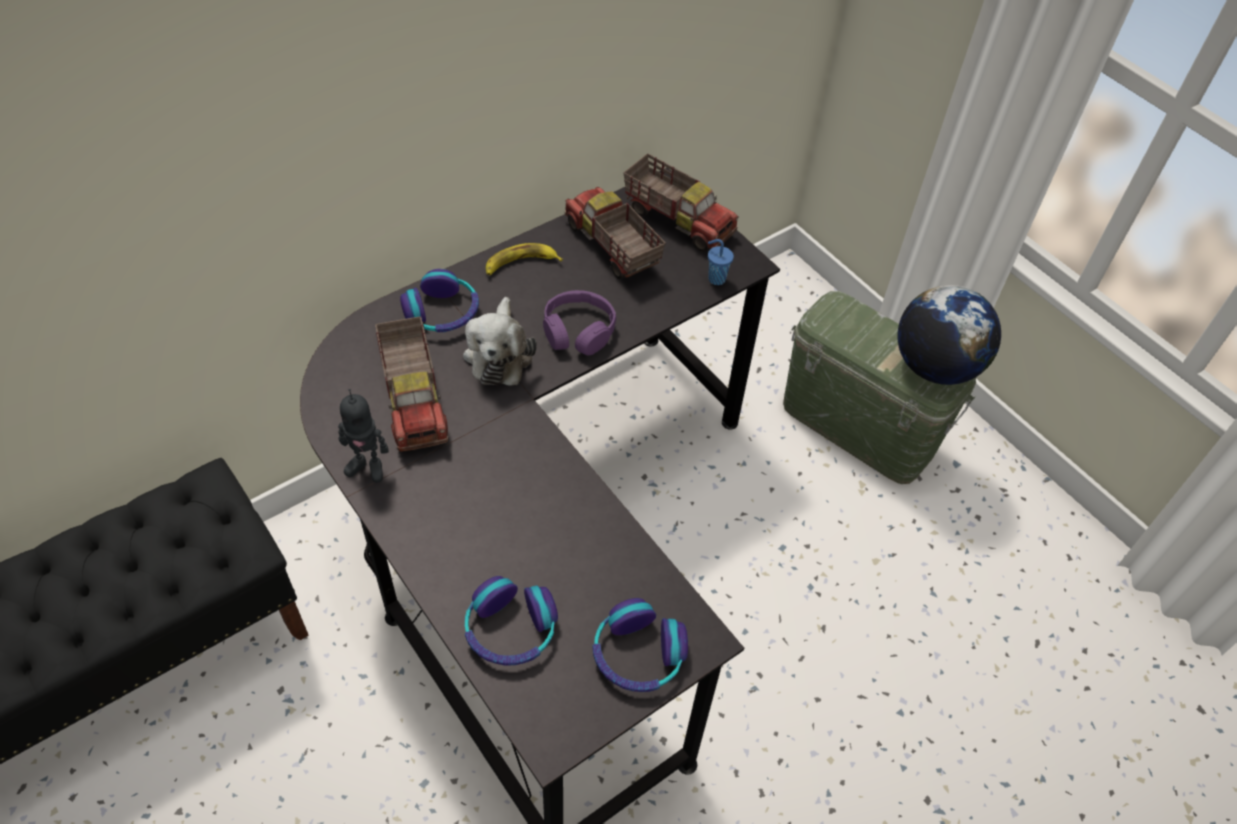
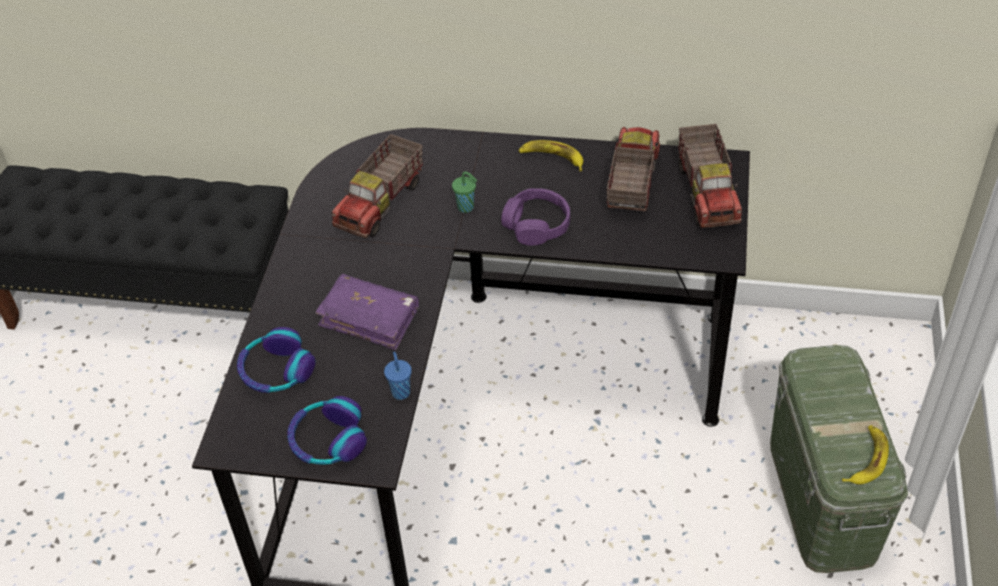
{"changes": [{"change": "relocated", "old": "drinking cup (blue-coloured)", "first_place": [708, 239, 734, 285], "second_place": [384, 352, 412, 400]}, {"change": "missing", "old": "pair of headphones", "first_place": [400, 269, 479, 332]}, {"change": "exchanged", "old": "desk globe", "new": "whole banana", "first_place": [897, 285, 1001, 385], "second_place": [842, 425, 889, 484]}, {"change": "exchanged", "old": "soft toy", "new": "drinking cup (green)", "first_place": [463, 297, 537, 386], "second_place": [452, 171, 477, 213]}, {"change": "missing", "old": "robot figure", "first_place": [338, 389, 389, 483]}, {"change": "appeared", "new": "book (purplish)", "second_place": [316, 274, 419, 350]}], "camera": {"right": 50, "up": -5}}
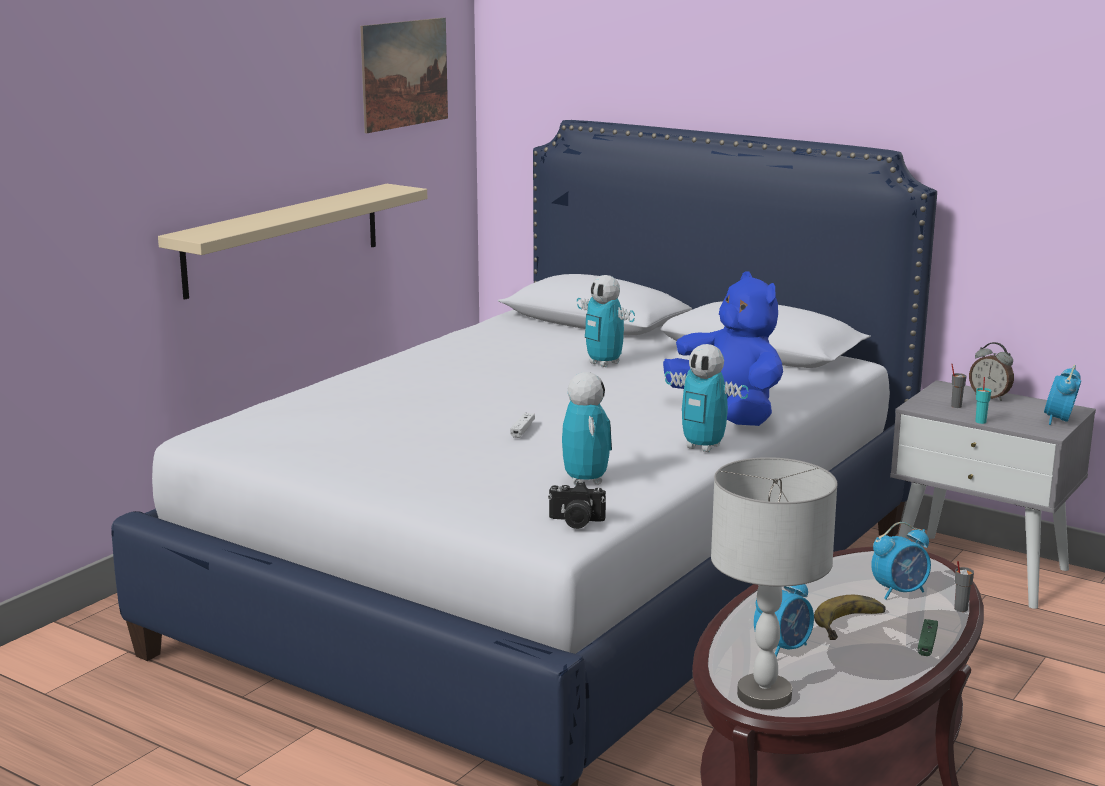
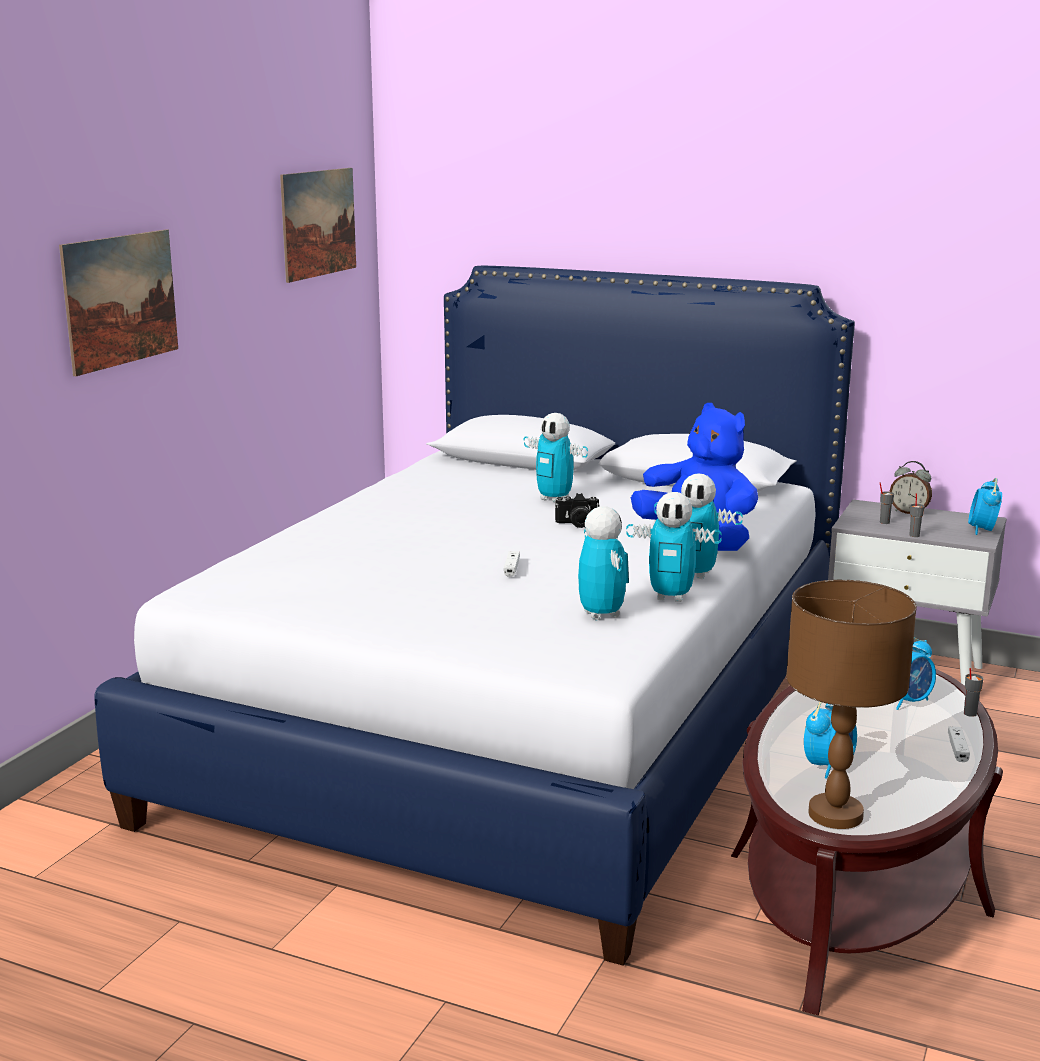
{"changes": [{"change": "missing", "old": "wall shelf (sand-coloured)", "first_place": [158, 184, 427, 299]}, {"change": "colour", "old": "drinking cup (blue-green)", "new": "drinking cup (gray)", "first_place": [975, 377, 991, 424], "second_place": [909, 493, 925, 537]}, {"change": "colour", "old": "tabletop lamp (gray)", "new": "tabletop lamp (brownish)", "first_place": [711, 457, 838, 709], "second_place": [786, 580, 917, 829]}, {"change": "relocated", "old": "photo camera", "first_place": [548, 481, 606, 529], "second_place": [555, 493, 600, 528]}, {"change": "missing", "old": "whole banana", "first_place": [814, 595, 886, 640]}, {"change": "colour", "old": "game controller (green)", "new": "game controller (whitish)", "first_place": [918, 619, 938, 656], "second_place": [948, 726, 970, 762]}, {"change": "appeared", "new": "picture", "second_place": [59, 230, 178, 376]}, {"change": "appeared", "new": "robot figure", "second_place": [626, 492, 722, 602]}], "camera": {"right": -10, "up": 0}}
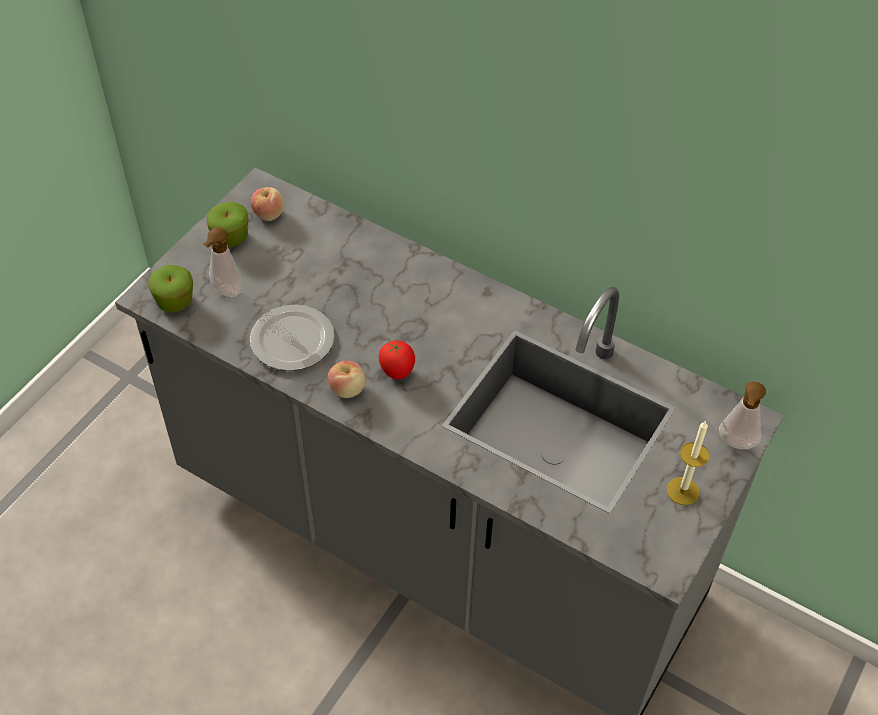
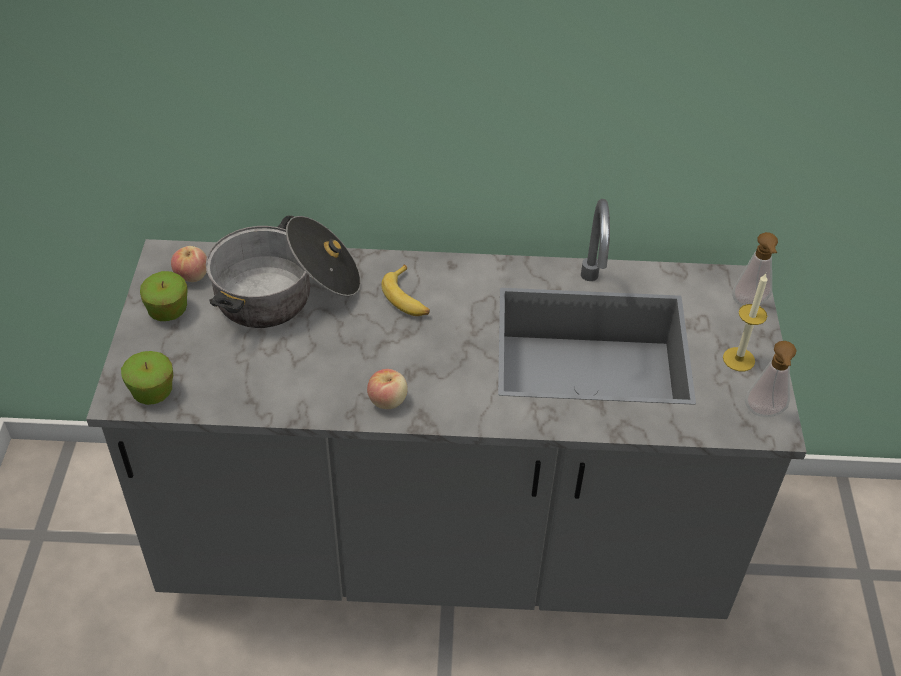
{"changes": [{"change": "relocated", "old": "liquid soap bottle", "first_place": [203, 227, 243, 297], "second_place": [745, 341, 797, 417]}, {"change": "missing", "old": "dinner plate", "first_place": [250, 305, 334, 371]}, {"change": "missing", "old": "fresh tomato", "first_place": [379, 340, 415, 380]}, {"change": "appeared", "new": "stockpot", "second_place": [206, 216, 361, 328]}, {"change": "appeared", "new": "whole banana", "second_place": [381, 264, 430, 316]}], "camera": {"right": -30, "up": -5}}
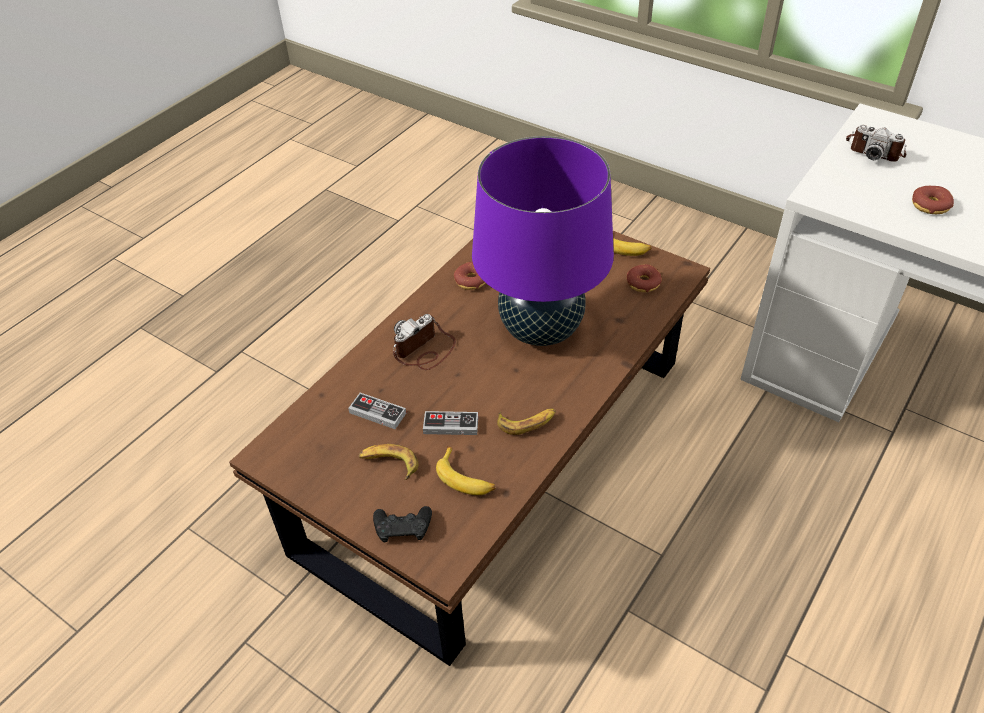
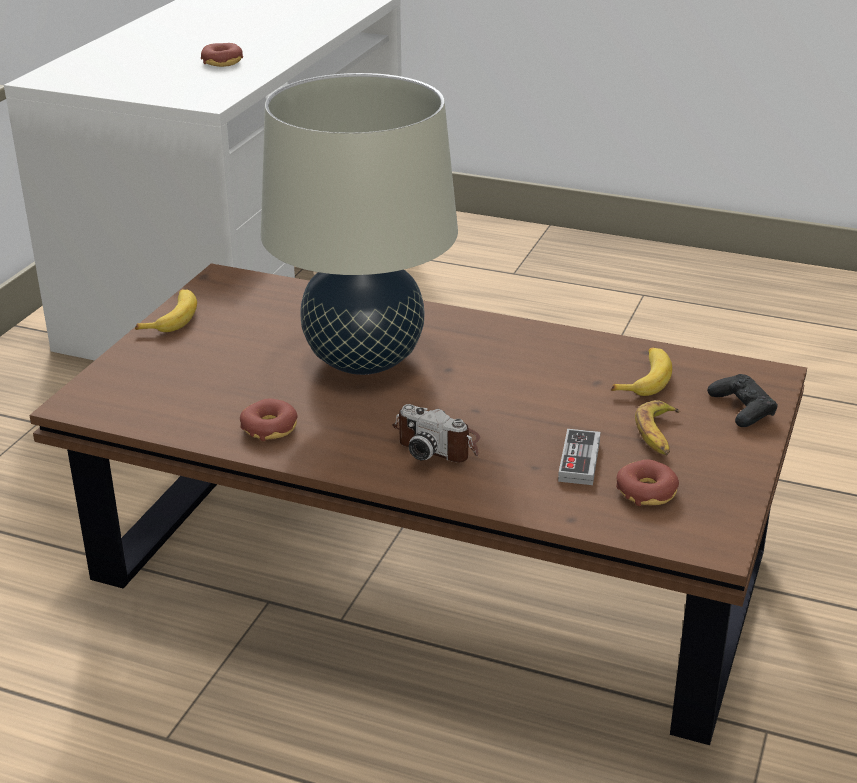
{"changes": [{"change": "missing", "old": "photo camera", "first_place": [846, 125, 907, 162]}, {"change": "colour", "old": "tabletop lamp (purplish)", "new": "tabletop lamp (sand-coloured)", "first_place": [472, 136, 614, 346], "second_place": [261, 73, 458, 375]}, {"change": "relocated", "old": "ring doughnut", "first_place": [627, 264, 662, 292], "second_place": [616, 459, 679, 506]}, {"change": "missing", "old": "whole banana", "first_place": [497, 409, 556, 435]}, {"change": "missing", "old": "game controller", "first_place": [423, 411, 478, 435]}], "camera": {"right": -105, "up": -15}}
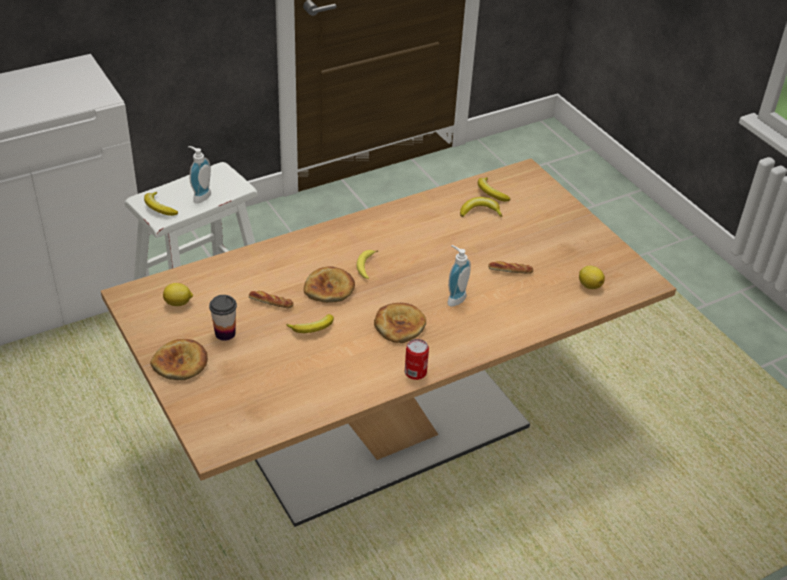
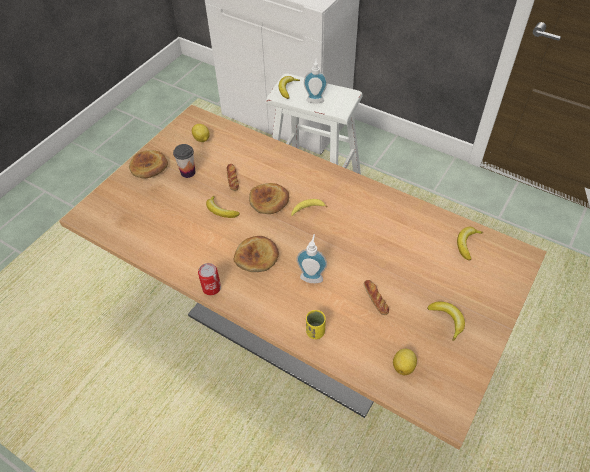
{"changes": [{"change": "relocated", "old": "whole banana", "first_place": [460, 197, 503, 217], "second_place": [427, 302, 465, 341]}, {"change": "appeared", "new": "drinking cup (yellowish)", "second_place": [306, 310, 326, 339]}], "camera": {"right": 65, "up": 10}}
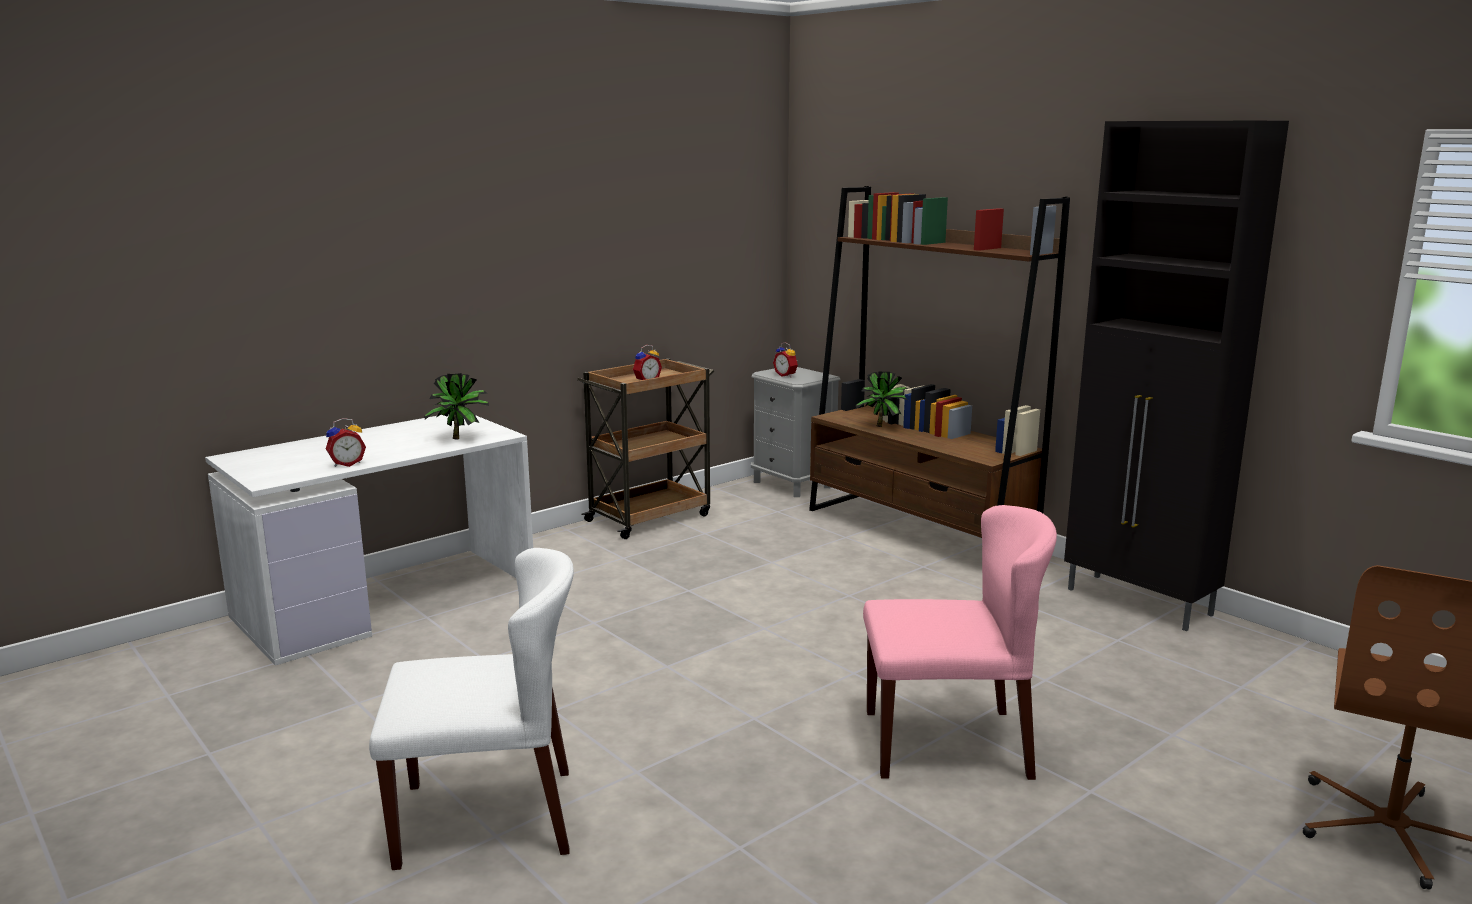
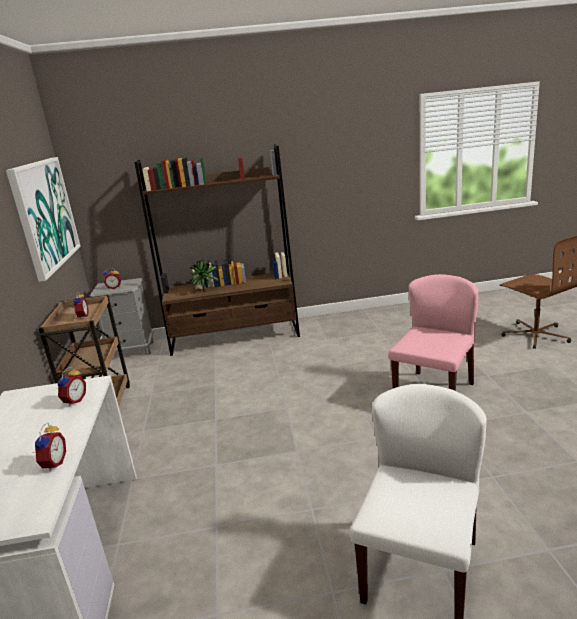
{"changes": [{"change": "missing", "old": "storage cabinet (black-coloured)", "first_place": [1064, 121, 1289, 631]}, {"change": "exchanged", "old": "houseplant", "new": "table clock", "first_place": [424, 373, 489, 440], "second_place": [58, 367, 86, 407]}, {"change": "appeared", "new": "picture", "second_place": [6, 157, 80, 282]}], "camera": {"right": -55, "up": 5}}
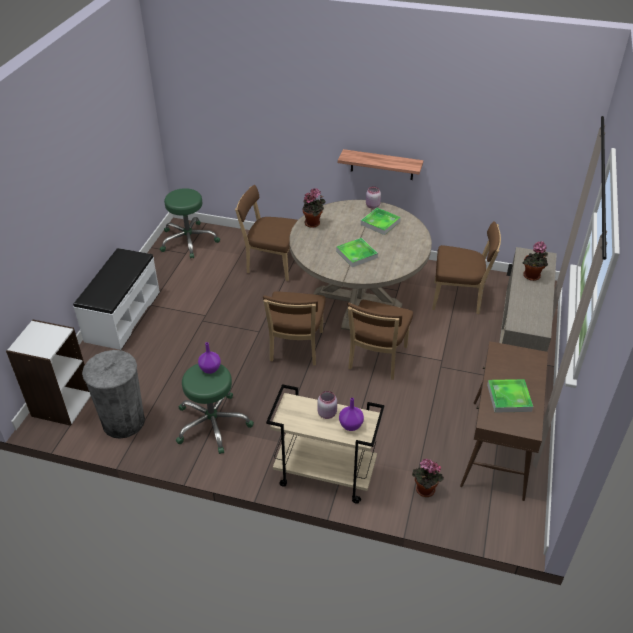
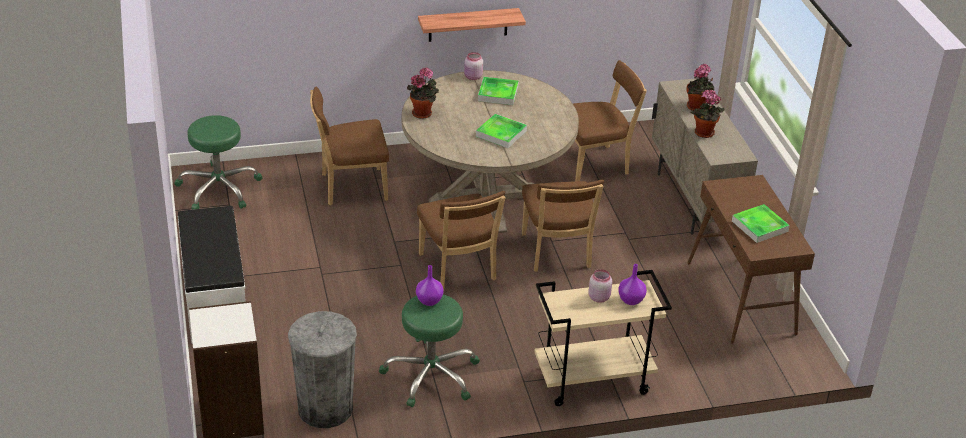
{"changes": [{"change": "relocated", "old": "houseplant", "first_place": [412, 458, 444, 497], "second_place": [691, 90, 725, 138]}], "camera": {"right": -30, "up": -5}}
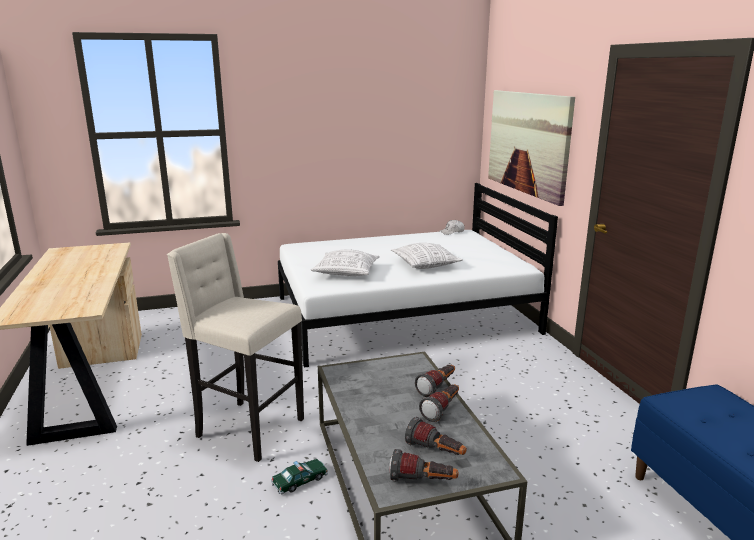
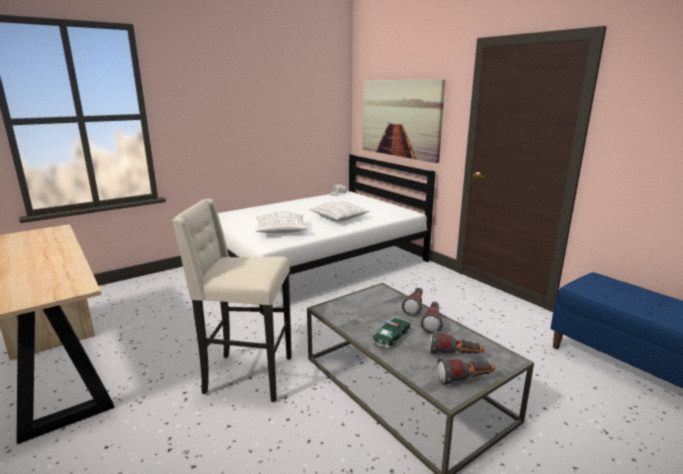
{"changes": [{"change": "relocated", "old": "miniature car", "first_place": [271, 459, 328, 494], "second_place": [371, 318, 411, 349]}], "camera": {"right": -20, "up": 0}}
